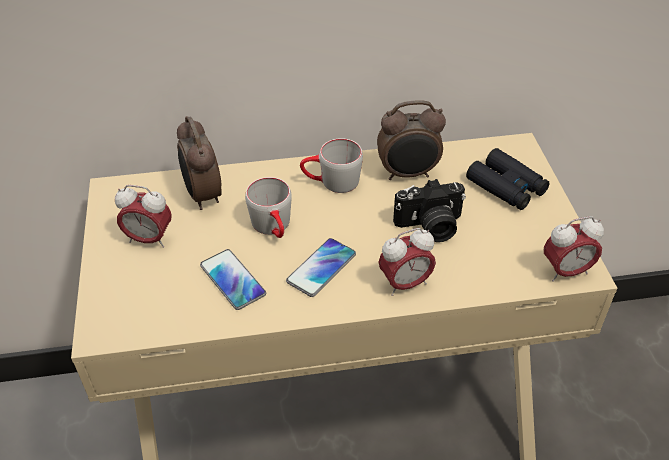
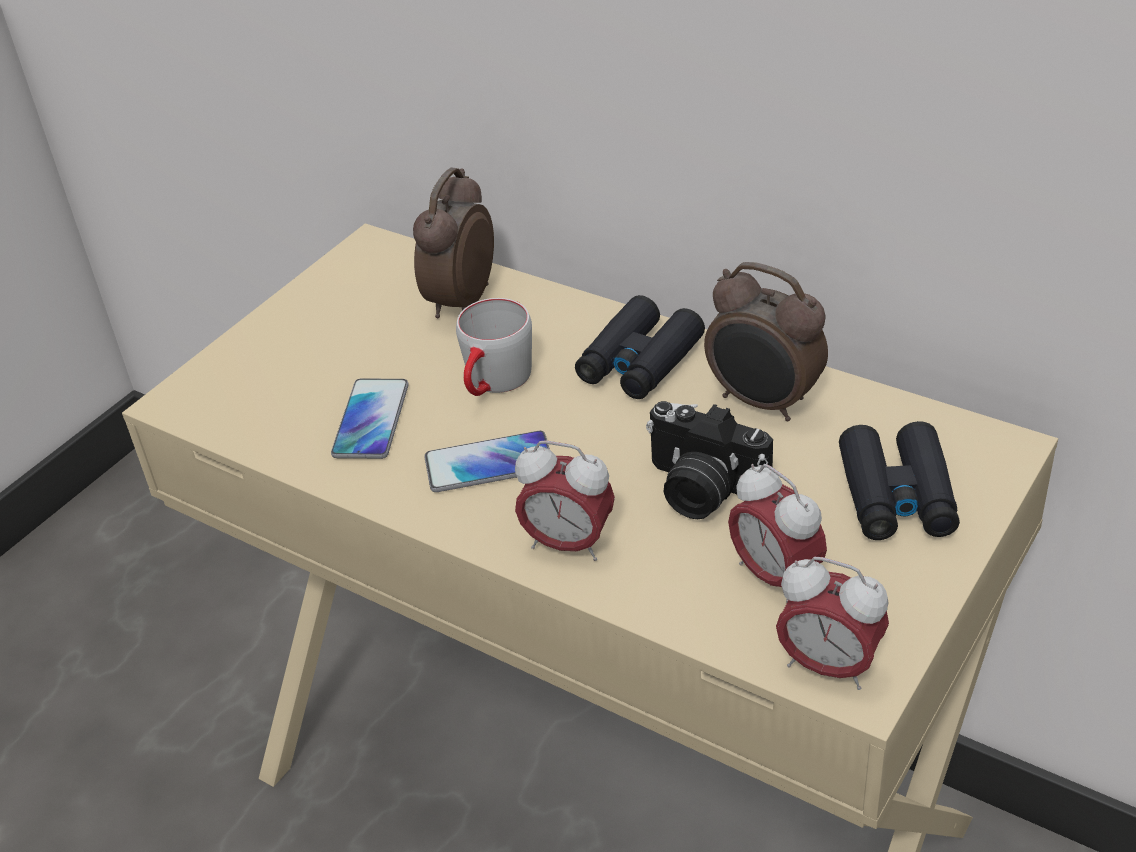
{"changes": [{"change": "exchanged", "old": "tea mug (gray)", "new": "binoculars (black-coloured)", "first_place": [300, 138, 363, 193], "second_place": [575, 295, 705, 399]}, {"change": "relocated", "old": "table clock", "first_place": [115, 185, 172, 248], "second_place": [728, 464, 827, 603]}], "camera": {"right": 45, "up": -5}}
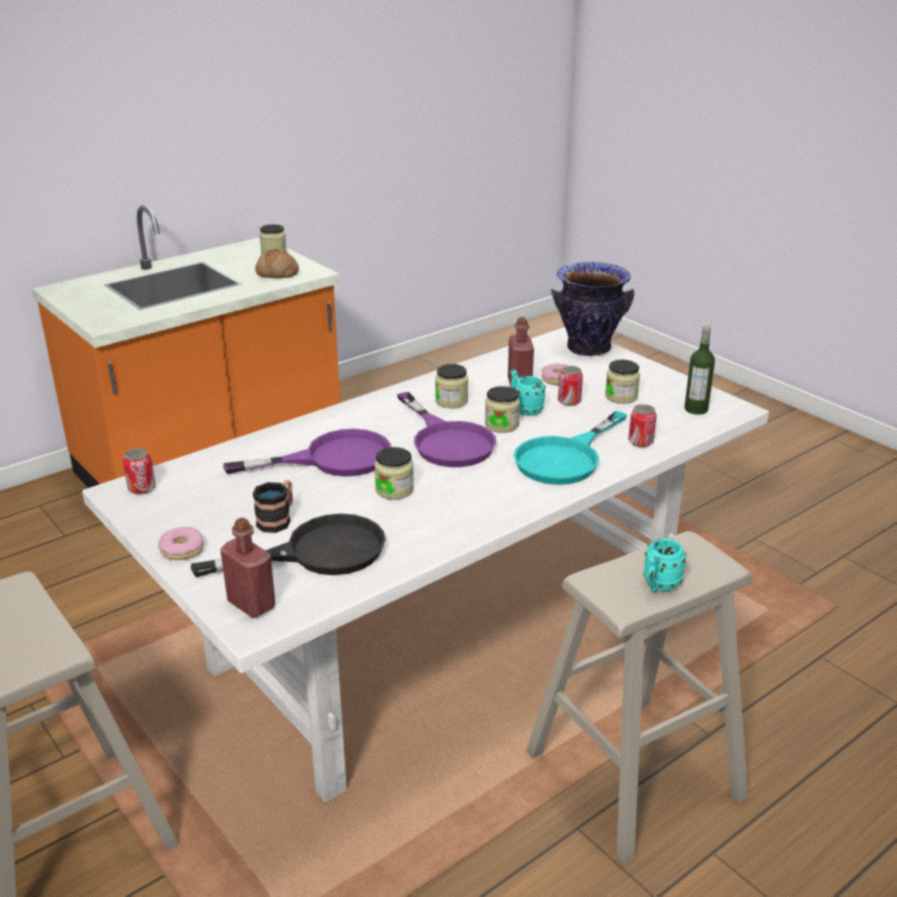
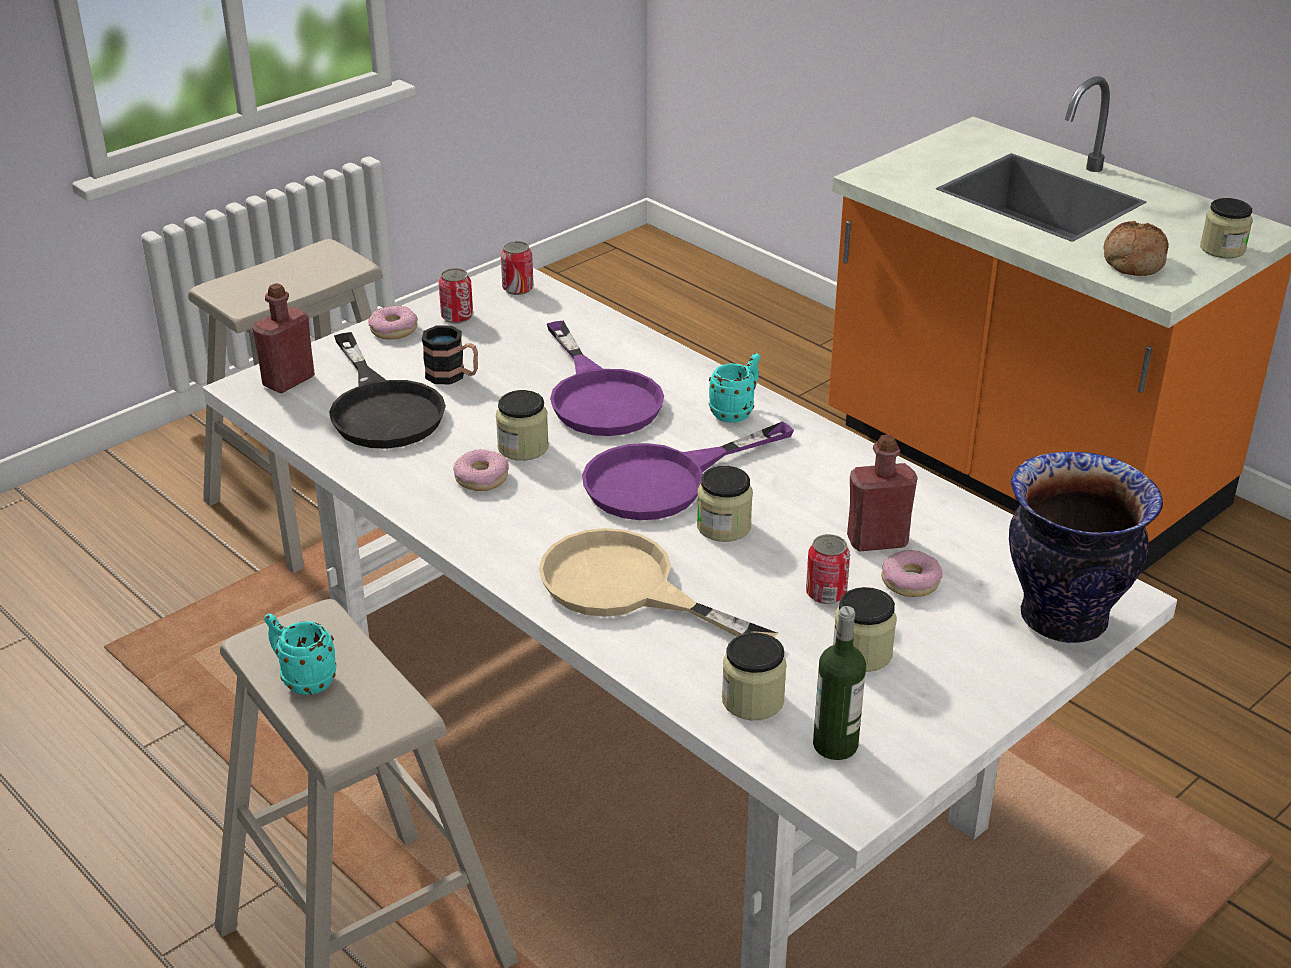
{"changes": [{"change": "relocated", "old": "preserve jar", "first_place": [435, 364, 468, 408], "second_place": [722, 633, 787, 720]}, {"change": "relocated", "old": "tea mug (blue-green)", "first_place": [511, 369, 546, 416], "second_place": [709, 353, 760, 423]}, {"change": "relocated", "old": "can", "first_place": [628, 404, 657, 447], "second_place": [439, 268, 473, 324]}, {"change": "colour", "old": "pan (blue-green)", "new": "pan (sand-coloured)", "first_place": [514, 411, 627, 485], "second_place": [539, 528, 778, 638]}, {"change": "appeared", "new": "ring doughnut", "second_place": [453, 449, 509, 491]}], "camera": {"right": 85, "up": 5}}
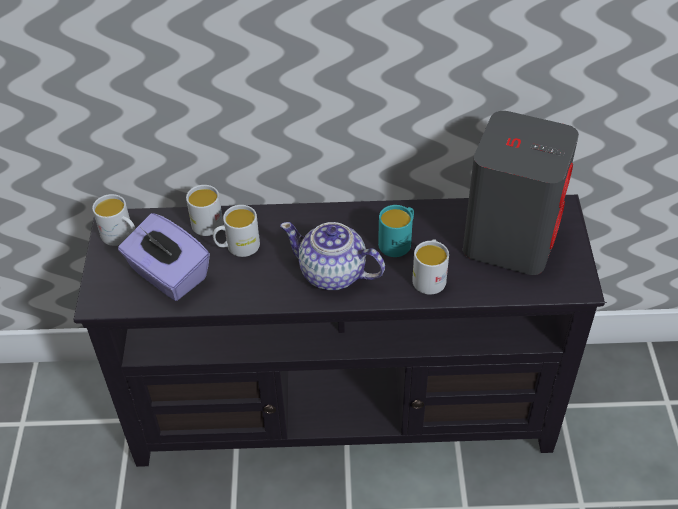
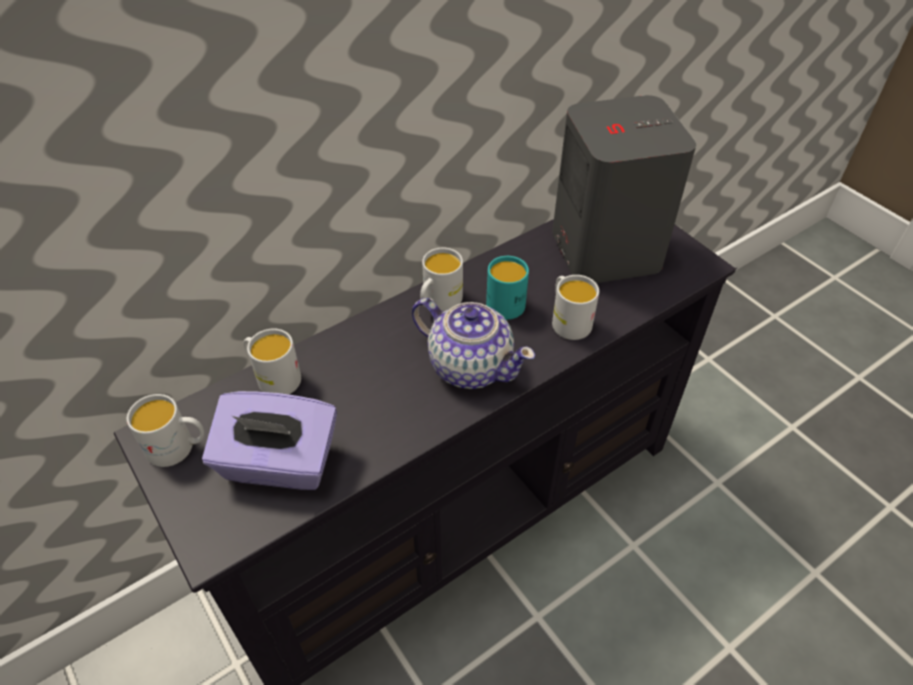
{"changes": [{"change": "relocated", "old": "tea mug (whitish)", "first_place": [213, 205, 260, 257], "second_place": [420, 248, 463, 311]}, {"change": "spun", "old": "teapot", "first_place": [280, 222, 385, 290], "second_place": [412, 298, 535, 389], "degrees": -135}], "camera": {"right": -35, "up": 0}}
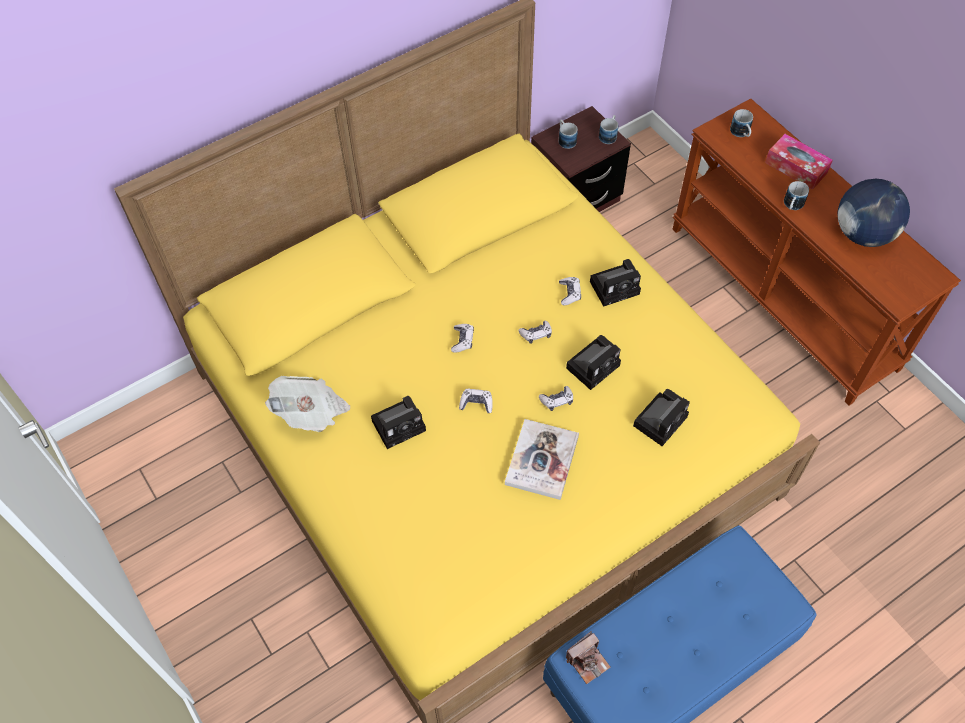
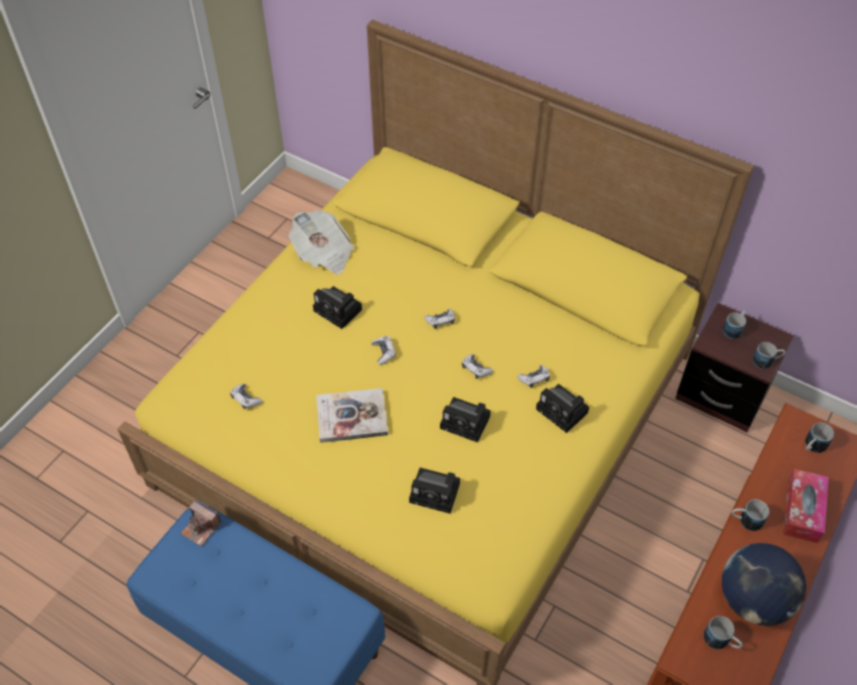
{"changes": [{"change": "relocated", "old": "game controller", "first_place": [539, 386, 573, 411], "second_place": [230, 384, 262, 410]}, {"change": "appeared", "new": "tea mug", "second_place": [704, 616, 743, 649]}], "camera": {"right": 65, "up": -5}}
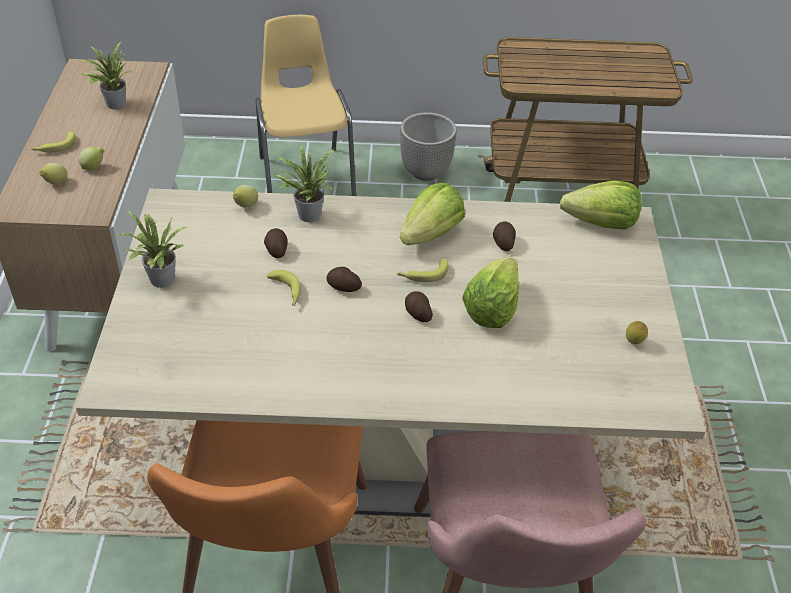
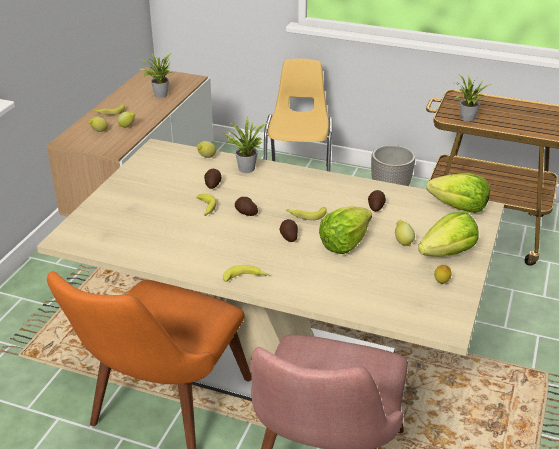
{"changes": [{"change": "relocated", "old": "head of lettuce", "first_place": [400, 183, 465, 245], "second_place": [418, 212, 479, 257]}, {"change": "relocated", "old": "houseplant", "first_place": [115, 210, 187, 288], "second_place": [455, 75, 492, 122]}, {"change": "appeared", "new": "lemon", "second_place": [395, 220, 415, 246]}, {"change": "appeared", "new": "whole banana", "second_place": [223, 265, 269, 282]}], "camera": {"right": 20, "up": -10}}
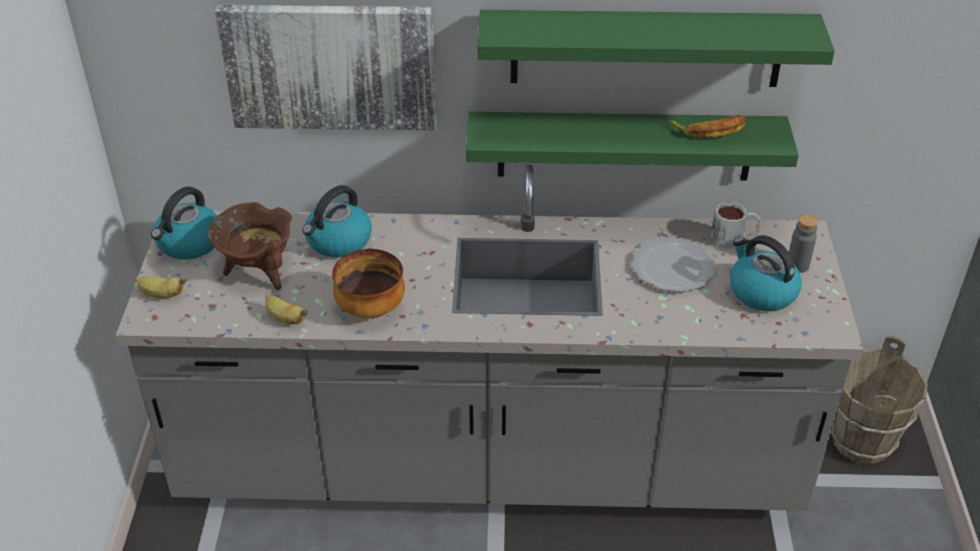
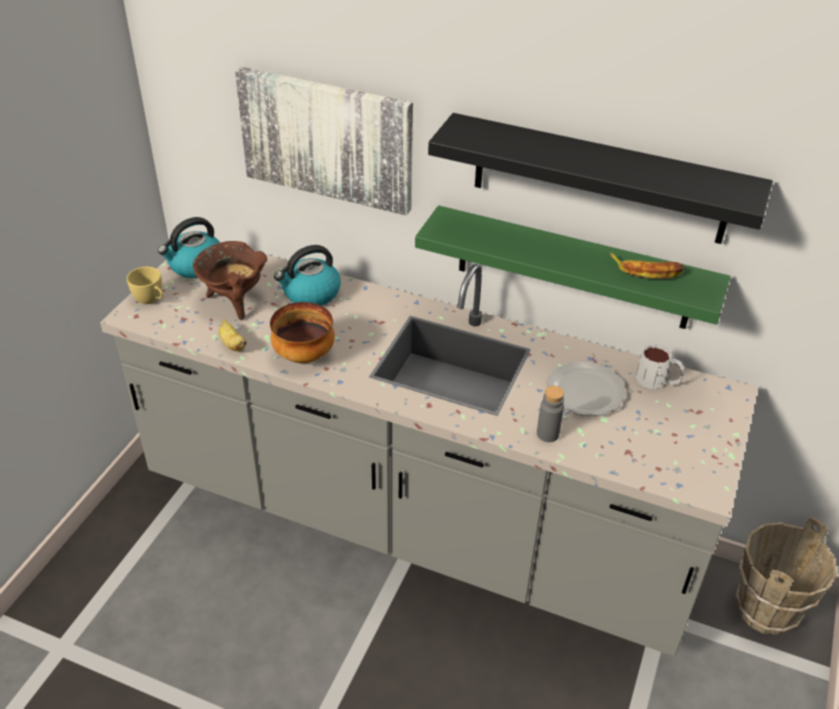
{"changes": [{"change": "colour", "old": "wall shelf (green)", "new": "wall shelf (black-coloured)", "first_place": [478, 10, 835, 87], "second_place": [428, 113, 773, 244]}, {"change": "relocated", "old": "beverage bottle (gray)", "first_place": [789, 214, 818, 273], "second_place": [537, 386, 564, 442]}, {"change": "missing", "old": "water kettle", "first_place": [730, 235, 802, 311]}, {"change": "exchanged", "old": "whole banana", "new": "drinking cup (yellowish)", "first_place": [135, 276, 186, 298], "second_place": [127, 267, 163, 304]}], "camera": {"right": 20, "up": 0}}
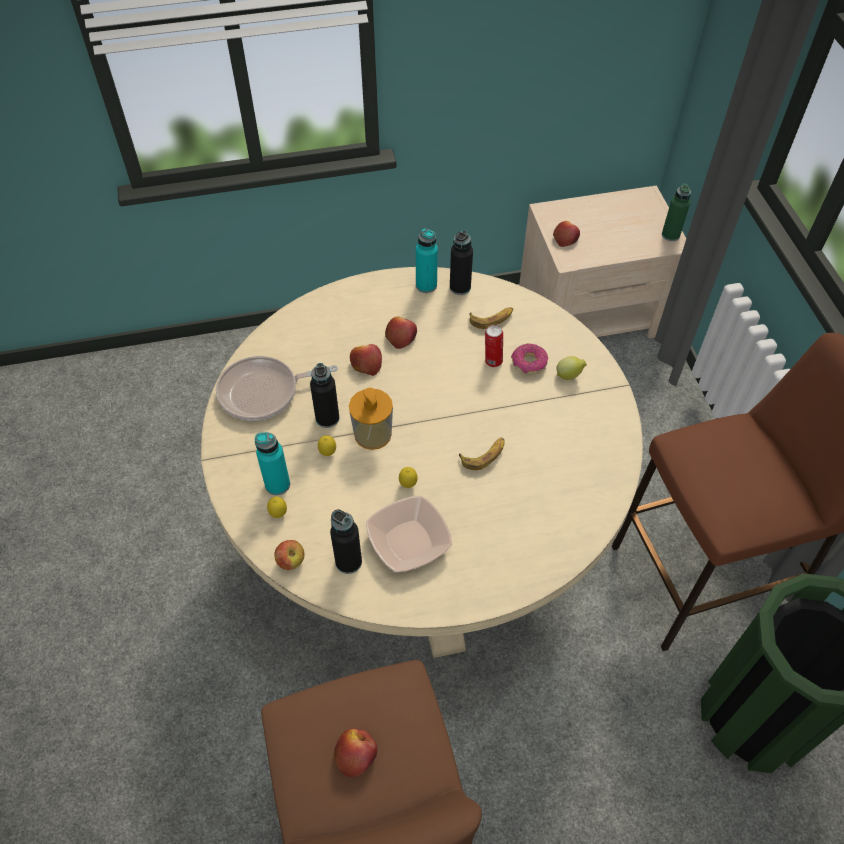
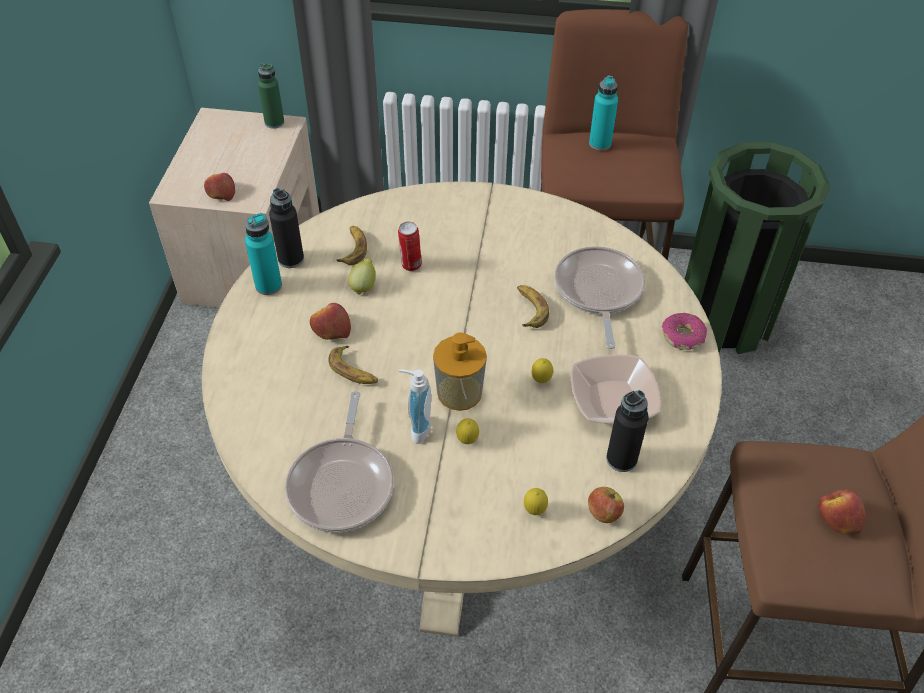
{"changes": [{"change": "exchanged", "old": "apple fruit", "new": "whole banana", "first_place": [350, 344, 382, 376], "second_place": [328, 345, 378, 384]}, {"change": "relocated", "old": "ring doughnut", "first_place": [511, 344, 548, 375], "second_place": [662, 313, 707, 350]}, {"change": "relocated", "old": "lemon", "first_place": [556, 356, 587, 380], "second_place": [349, 258, 376, 295]}, {"change": "exchanged", "old": "beverage bottle (black-coloured)", "new": "liquid soap bottle", "first_place": [310, 363, 339, 428], "second_place": [399, 369, 431, 444]}, {"change": "relocated", "old": "beverage bottle (blue-green)", "first_place": [255, 432, 290, 495], "second_place": [589, 76, 618, 151]}, {"change": "appeared", "new": "pan", "second_place": [555, 246, 645, 349]}], "camera": {"right": -70, "up": -5}}
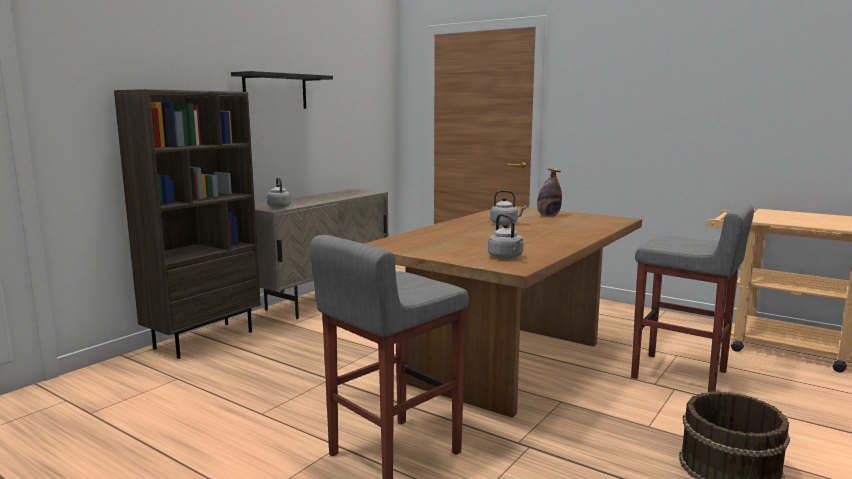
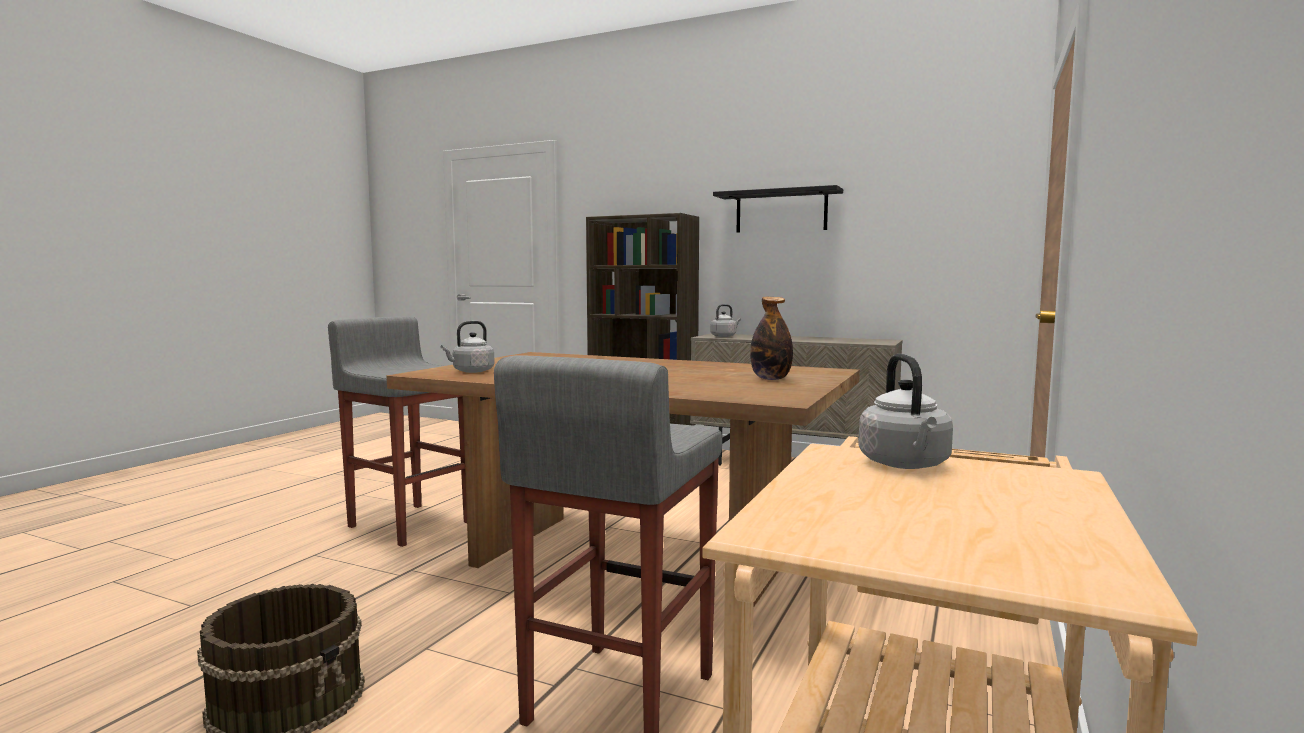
{"changes": [{"change": "relocated", "old": "water kettle (gray)", "first_place": [490, 190, 526, 225], "second_place": [858, 354, 953, 469]}], "camera": {"right": 80, "up": -5}}
